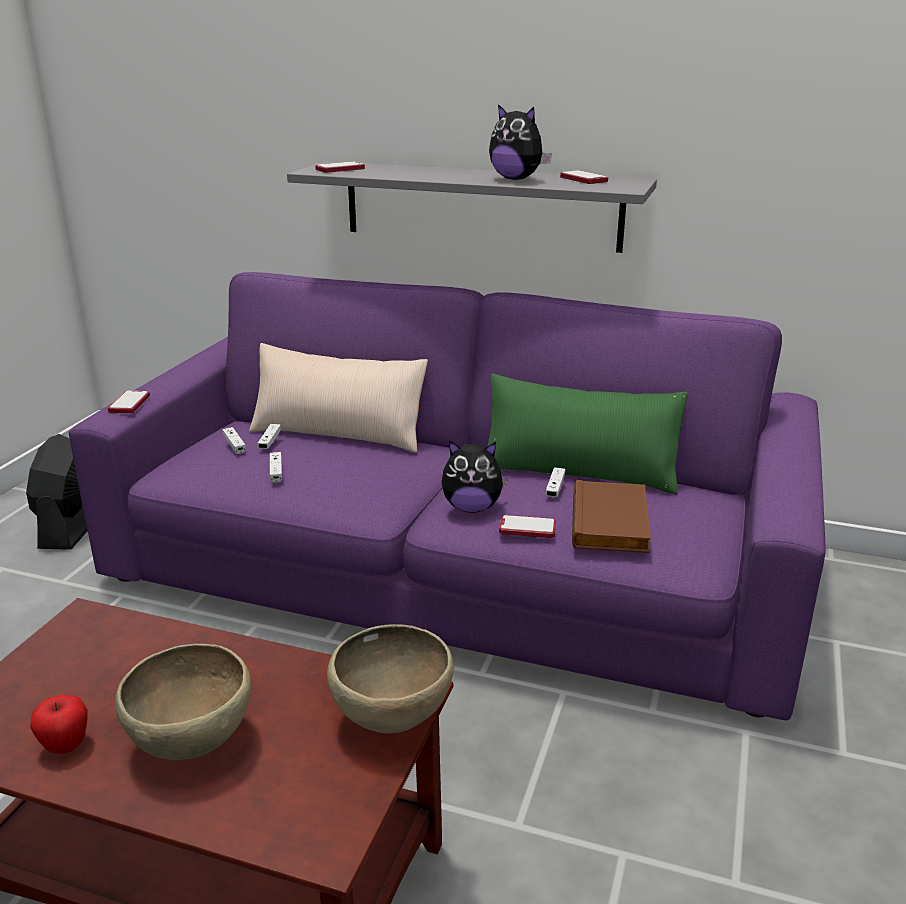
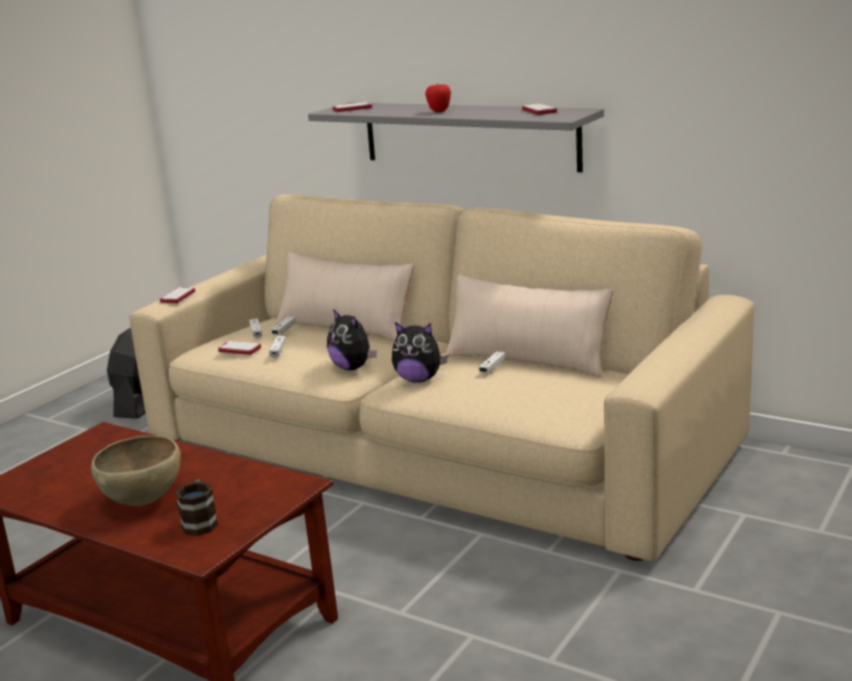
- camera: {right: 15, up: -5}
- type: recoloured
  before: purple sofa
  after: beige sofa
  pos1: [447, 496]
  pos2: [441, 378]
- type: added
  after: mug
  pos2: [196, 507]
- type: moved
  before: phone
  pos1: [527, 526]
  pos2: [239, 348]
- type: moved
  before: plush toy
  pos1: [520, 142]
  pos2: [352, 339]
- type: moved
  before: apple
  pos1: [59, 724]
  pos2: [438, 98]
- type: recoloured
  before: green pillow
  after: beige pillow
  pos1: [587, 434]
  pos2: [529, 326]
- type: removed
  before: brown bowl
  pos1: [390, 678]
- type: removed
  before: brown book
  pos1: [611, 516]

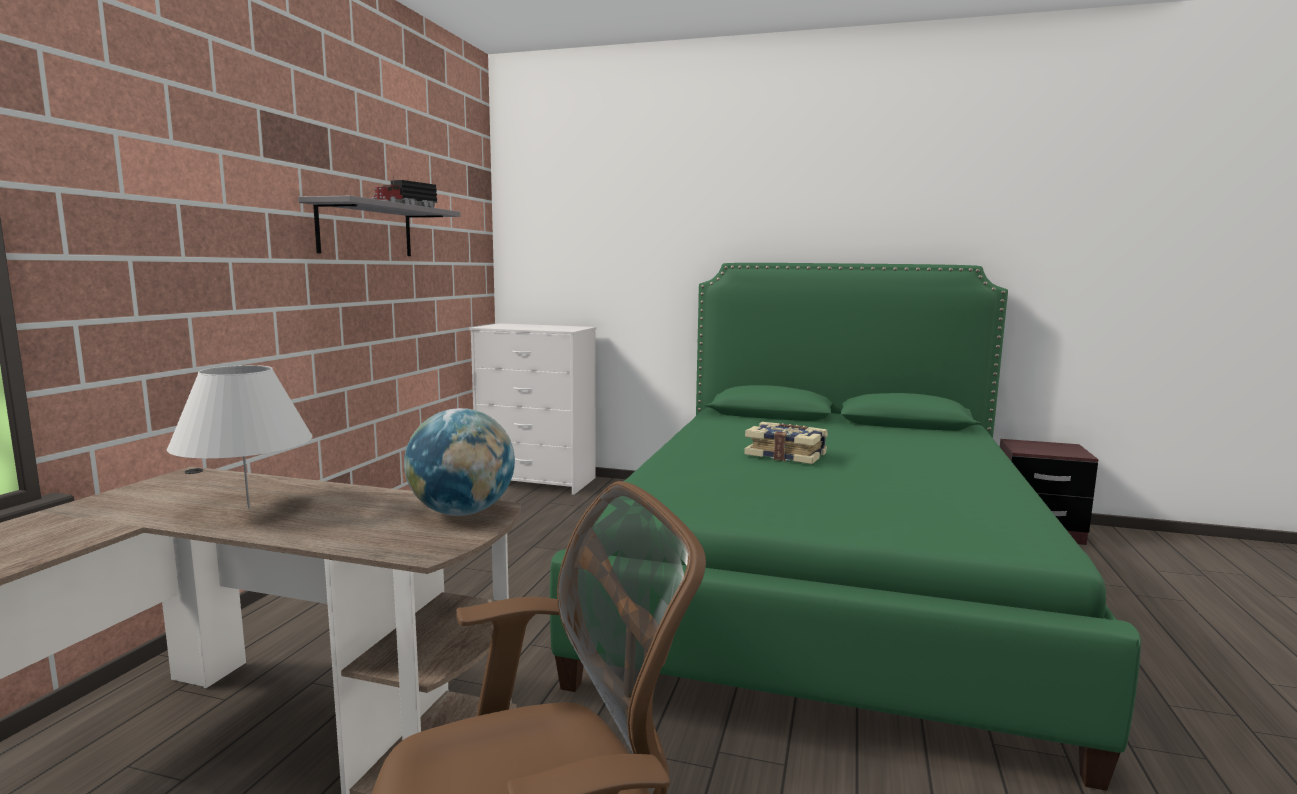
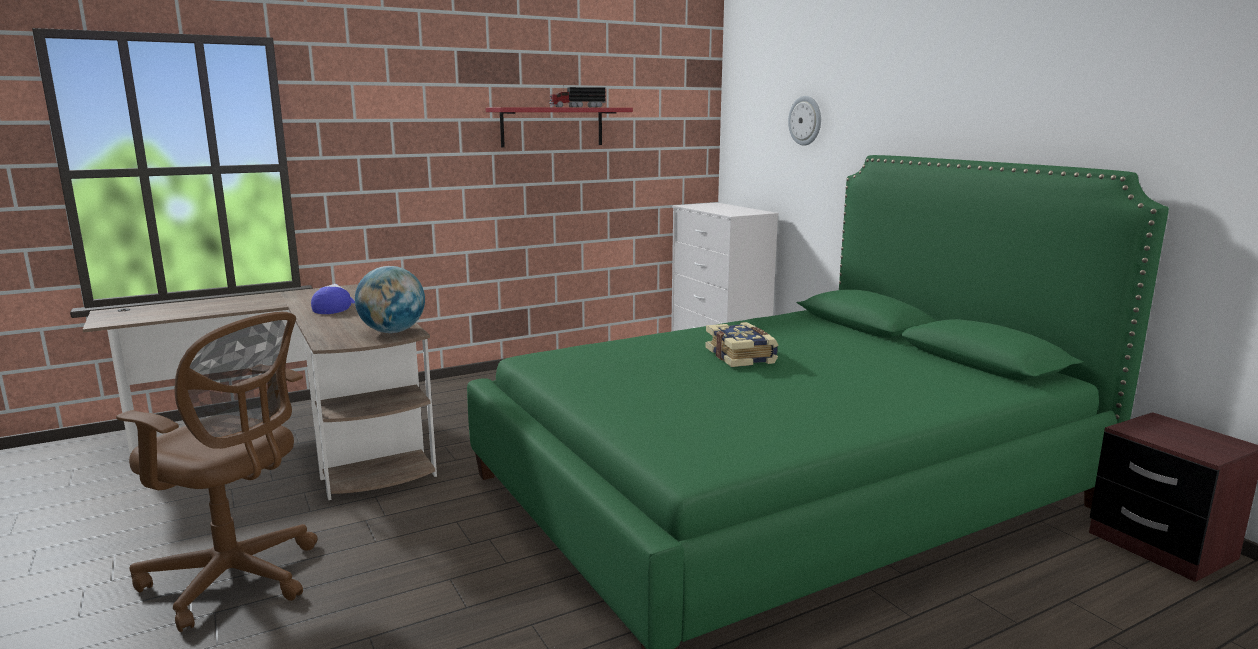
- camera: {right: 45, up: 5}
- type: replaced
  before: white table lamp
  after: cap
  pos1: [239, 436]
  pos2: [333, 299]
- type: recoloured
  before: grey shelf
  after: red shelf
  pos1: [379, 226]
  pos2: [559, 127]
- type: added
  after: wall clock
  pos2: [804, 121]

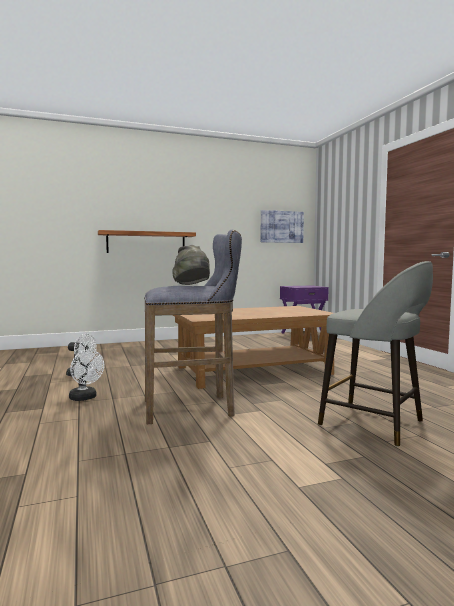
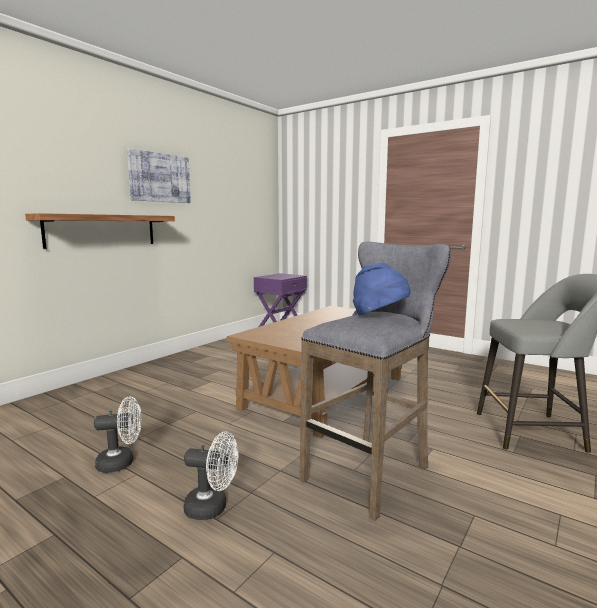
- camera: {right: -35, up: 5}
- type: moved
  before: picture
  pos1: [282, 226]
  pos2: [159, 175]
- type: recoloured
  before: grey hat
  after: blue hat
  pos1: [191, 265]
  pos2: [382, 289]

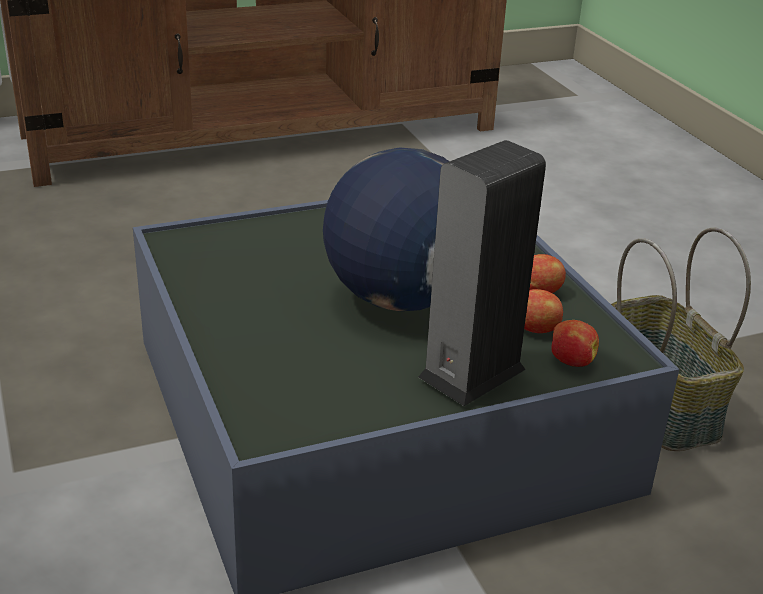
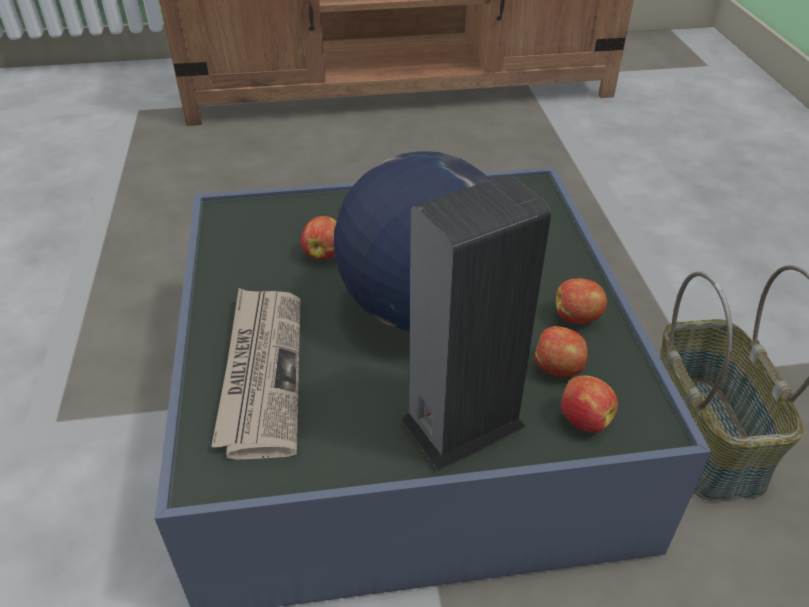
- camera: {right: 15, up: 10}
- type: added
  after: newspaper
  pos2: [256, 374]
- type: added
  after: apple
  pos2: [319, 238]

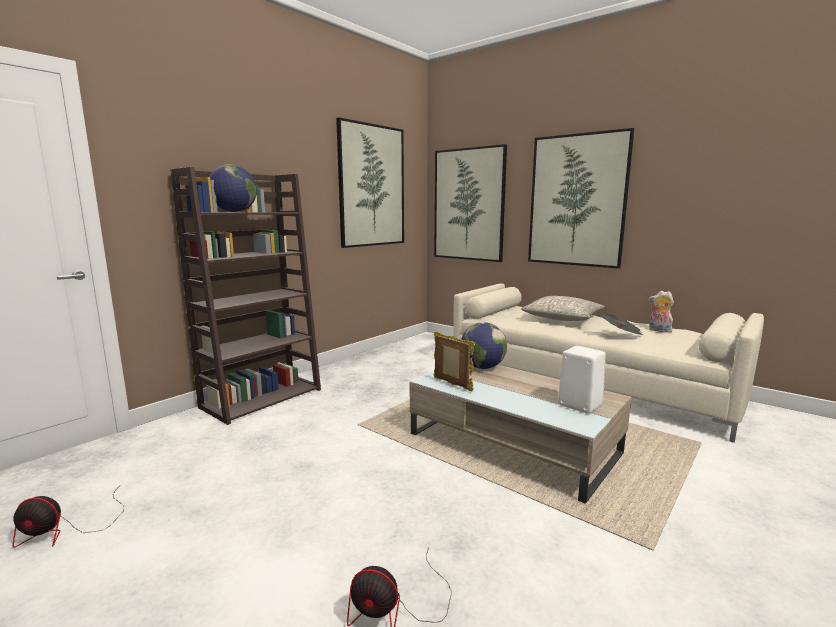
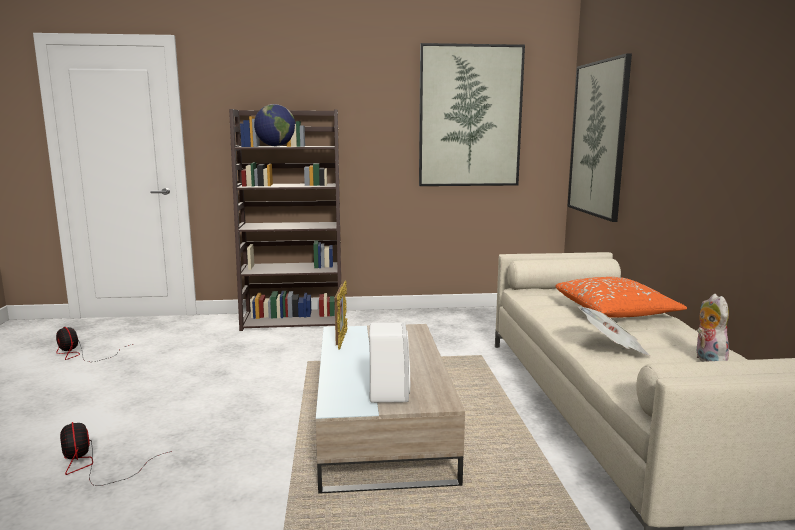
- camera: {right: 45, up: 0}
- type: recoloured
  before: grey pillow
  after: orange pillow
  pos1: [563, 308]
  pos2: [621, 297]
- type: removed
  before: globe
  pos1: [484, 345]
- type: removed
  before: picture
  pos1: [581, 198]

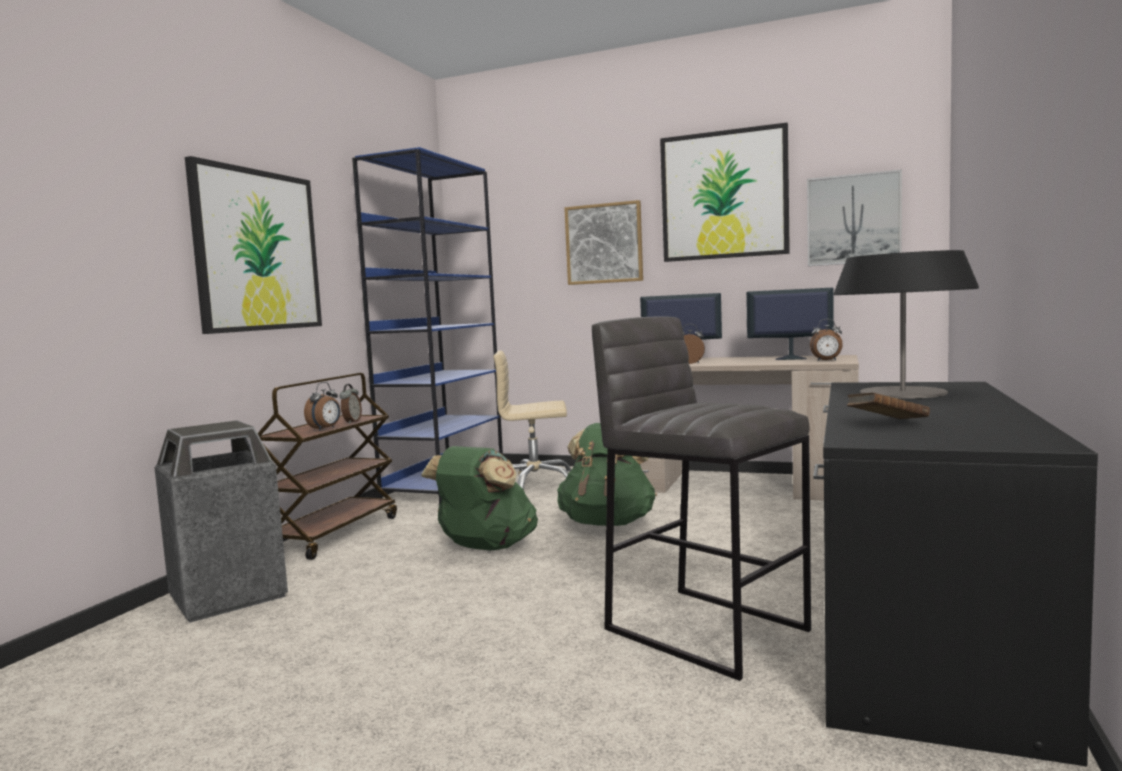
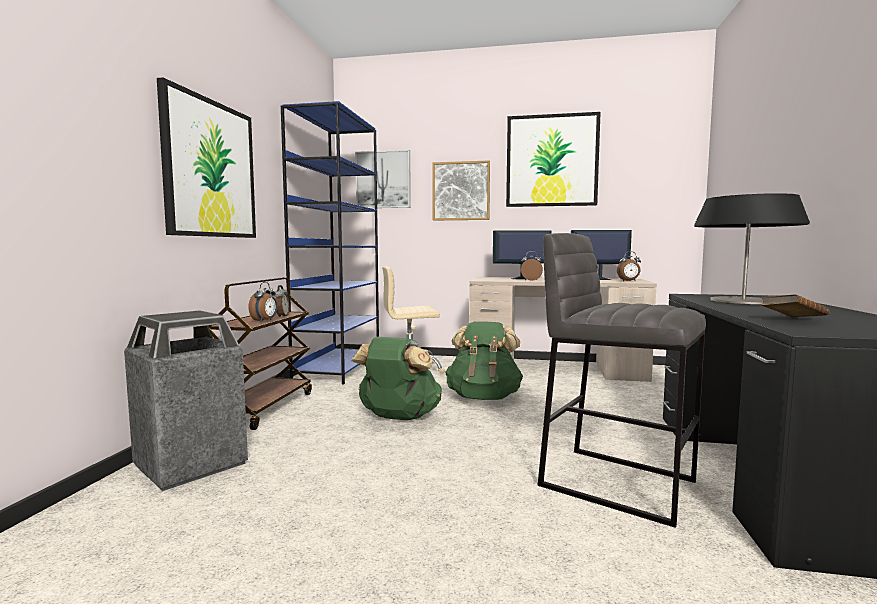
- camera: {right: -10, up: 0}
- type: moved
  before: picture
  pos1: [854, 217]
  pos2: [383, 179]

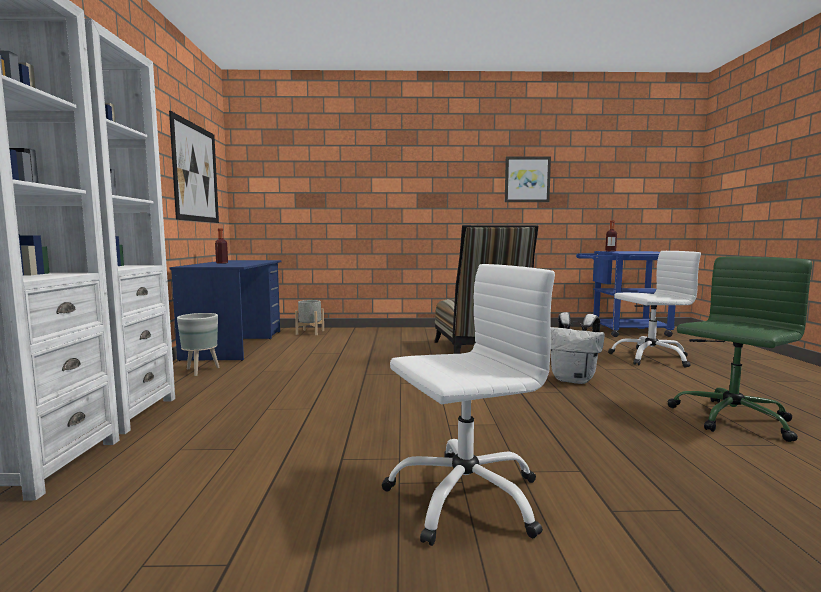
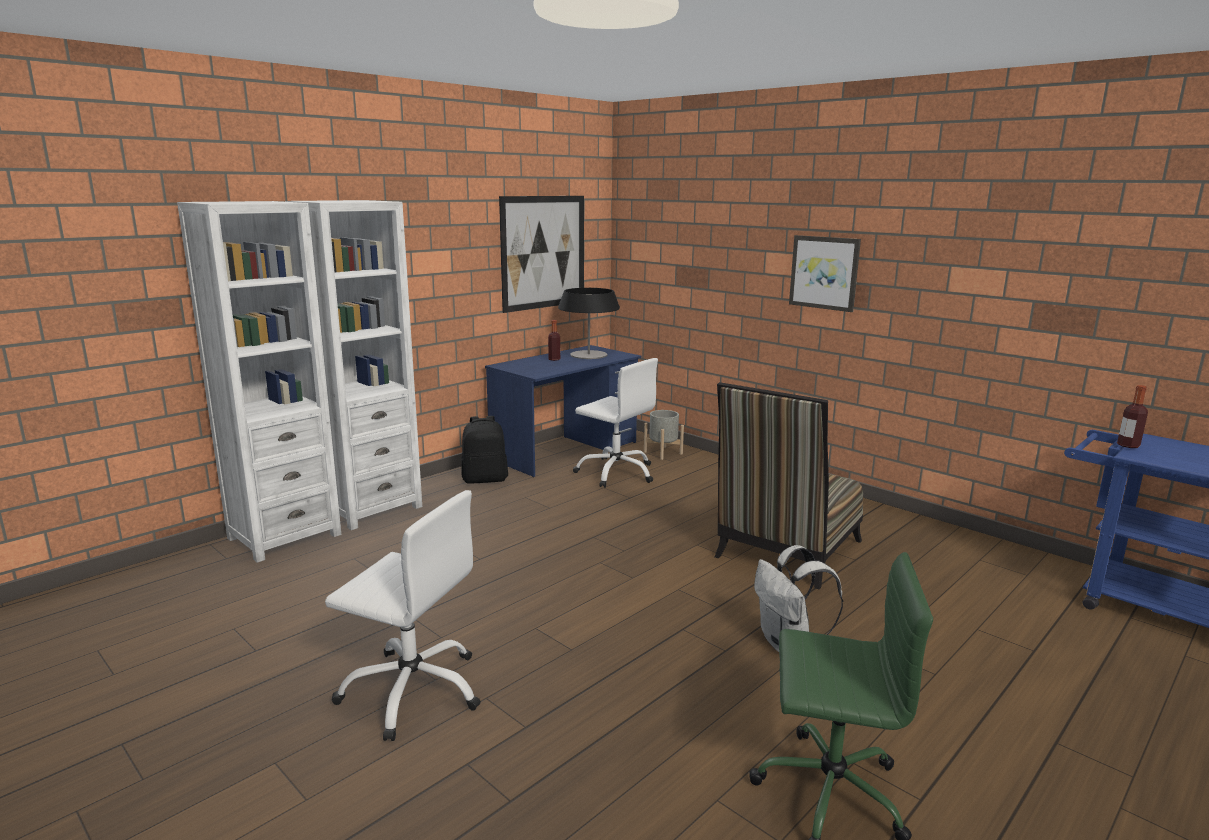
- camera: {right: 45, up: 10}
- type: replaced
  before: grey planter
  after: black backpack
  pos1: [198, 344]
  pos2: [484, 450]
- type: added
  after: table lamp
  pos2: [589, 323]
- type: moved
  before: white office chair
  pos1: [654, 309]
  pos2: [615, 423]
- type: moved
  before: picture
  pos1: [528, 179]
  pos2: [825, 273]

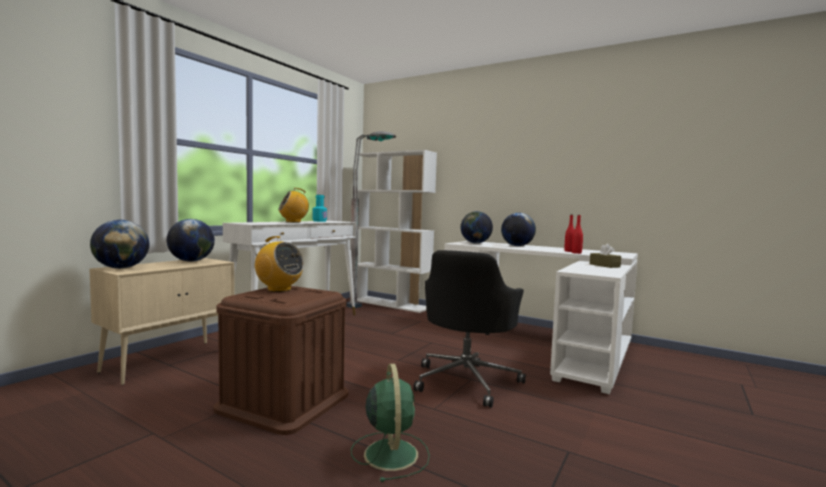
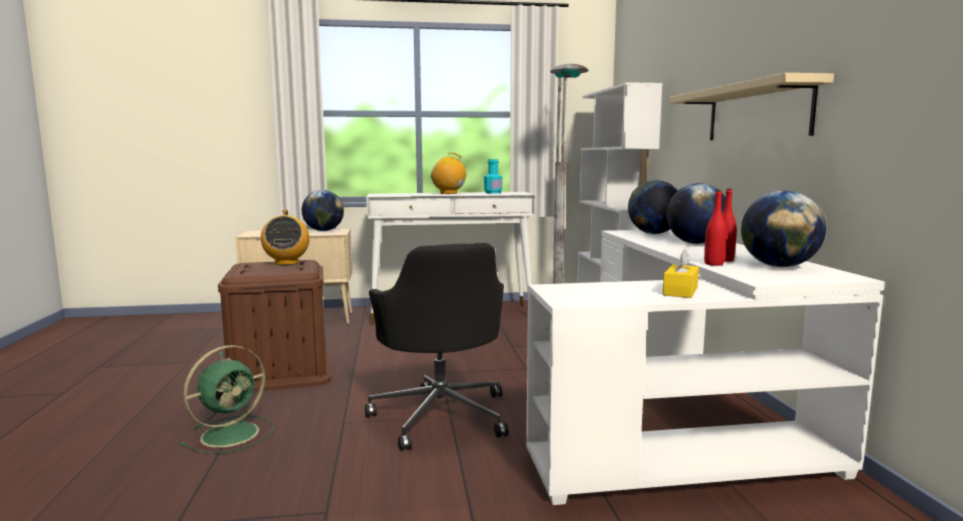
- camera: {right: 50, up: 5}
- type: turned
  before: black office chair
  pos1: [469, 329]
  pos2: [437, 347]
  turn: -90
- type: recoloured
  before: brown tissue box
  after: yellow tissue box
  pos1: [605, 256]
  pos2: [681, 273]
- type: added
  after: beige shelf
  pos2: [751, 106]
- type: moved
  before: globe
  pos1: [119, 244]
  pos2: [783, 229]

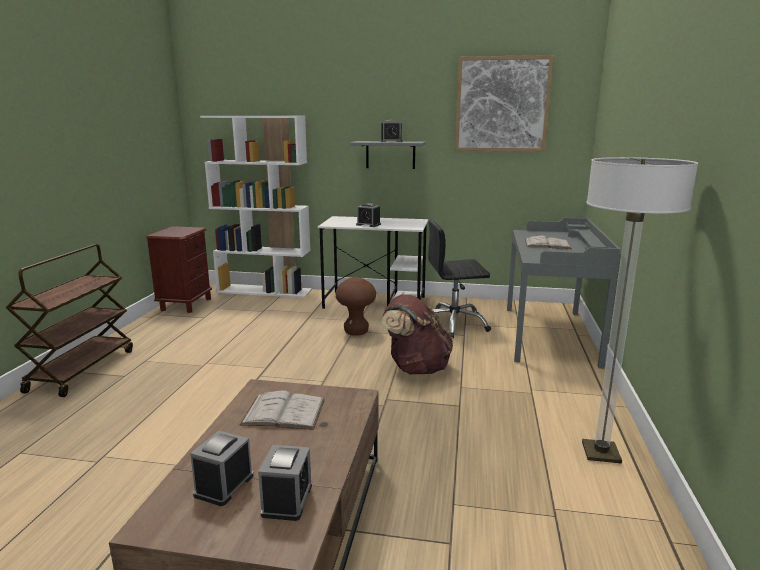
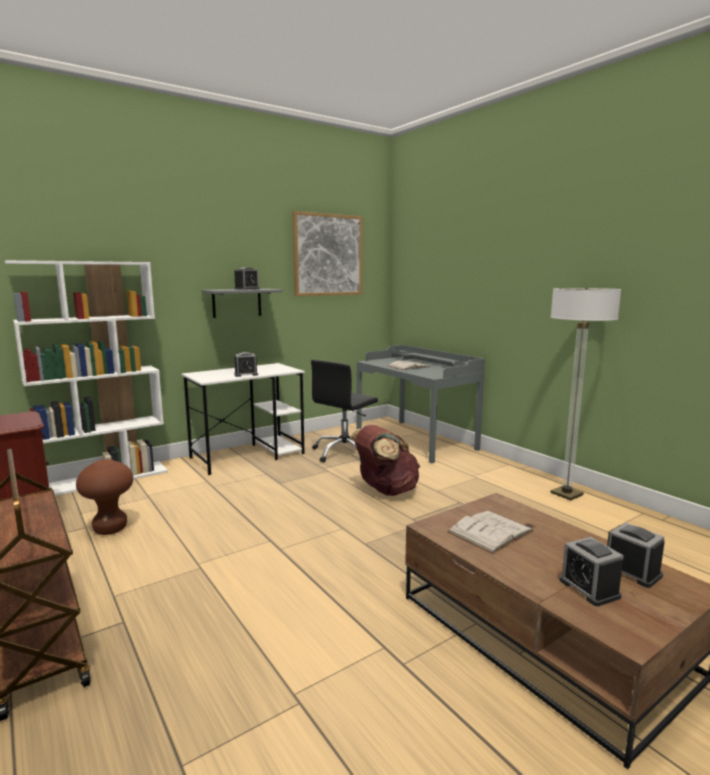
- camera: {right: -45, up: -5}
- type: moved
  before: brown stool
  pos1: [356, 306]
  pos2: [104, 497]

